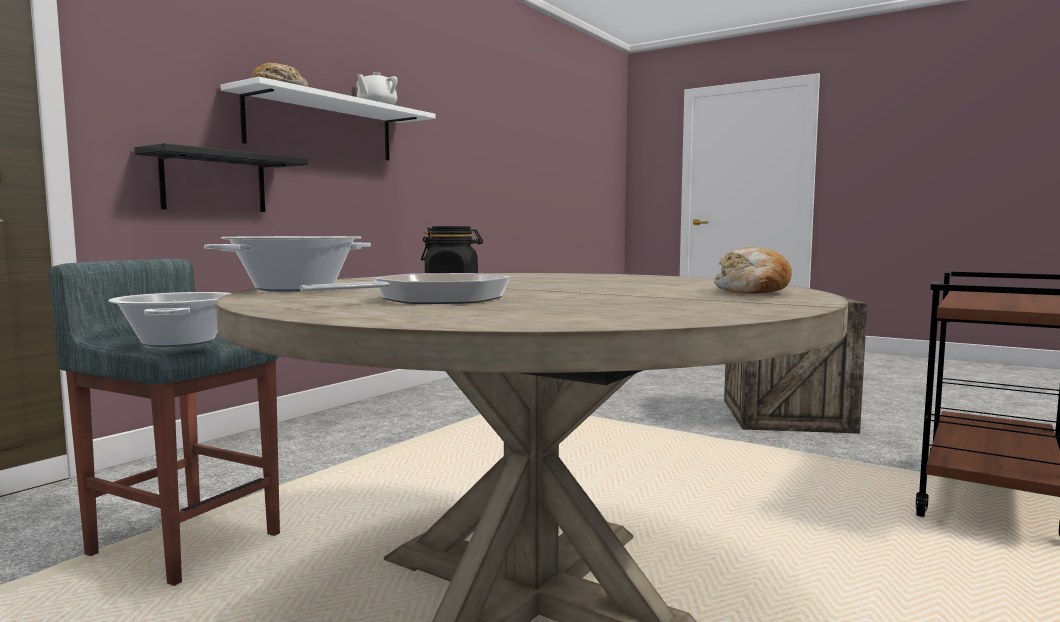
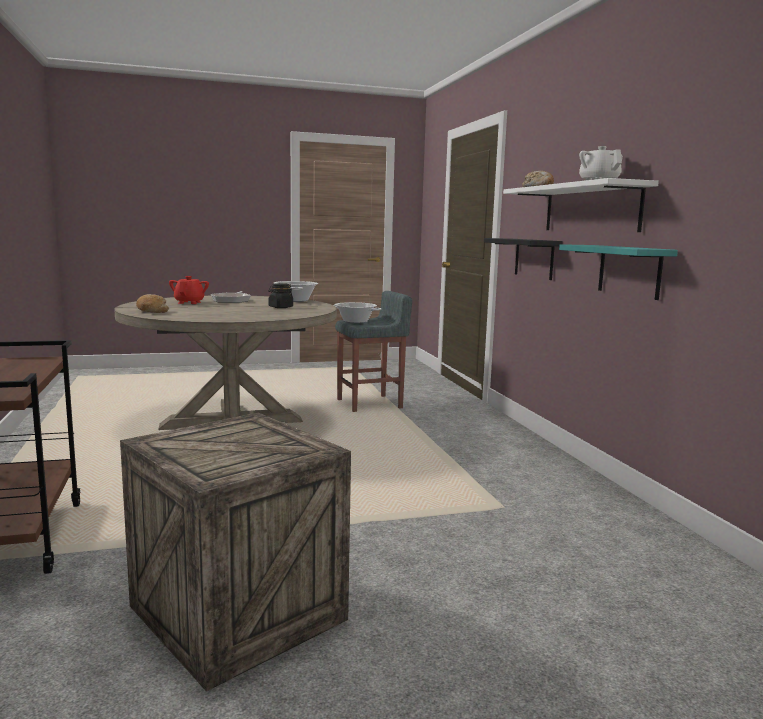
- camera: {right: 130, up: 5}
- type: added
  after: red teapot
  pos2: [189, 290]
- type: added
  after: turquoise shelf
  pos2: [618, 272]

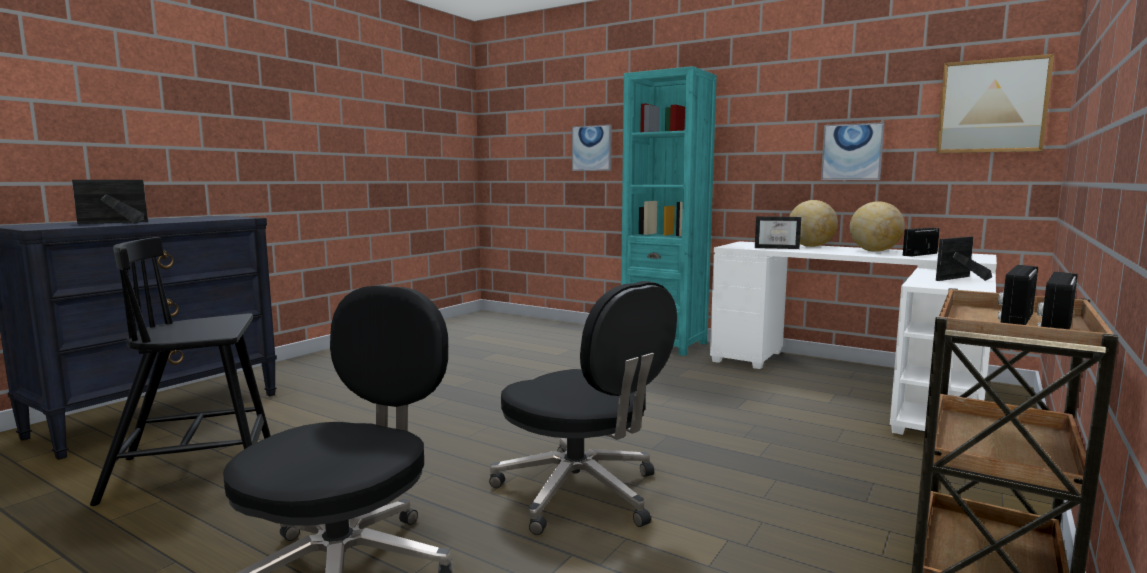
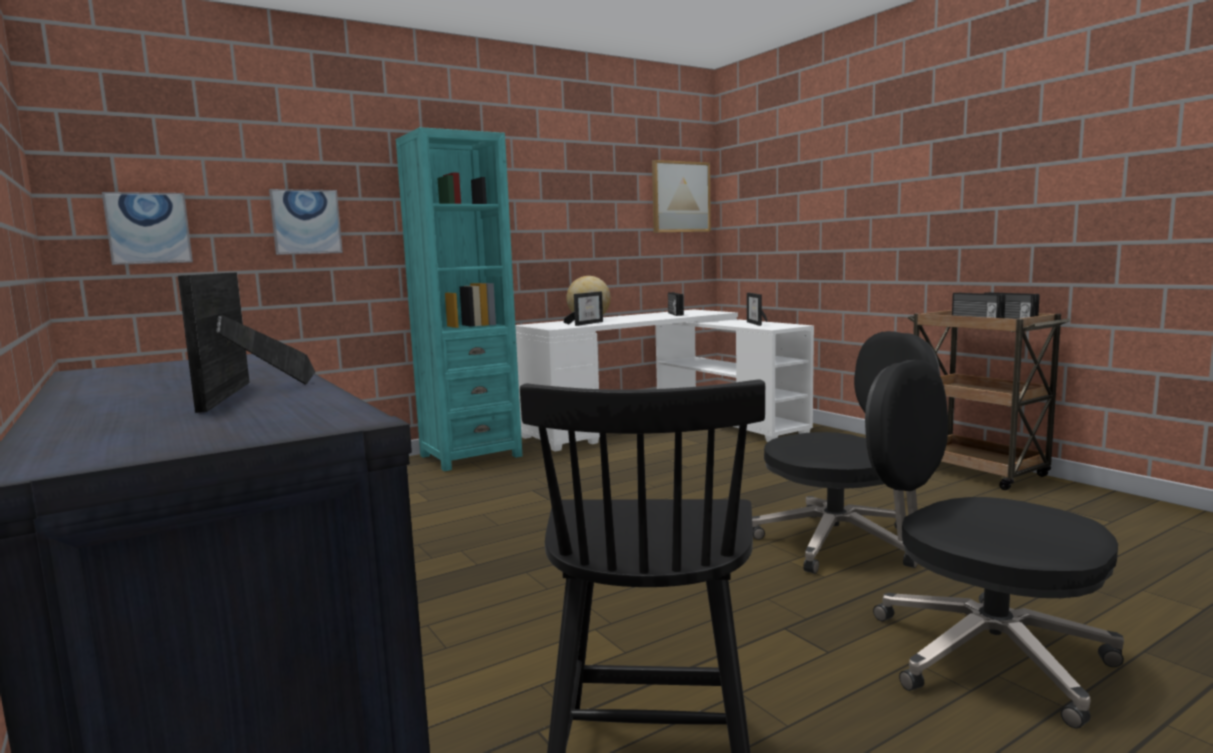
- camera: {right: -65, up: 0}
- type: moved
  before: picture
  pos1: [853, 151]
  pos2: [147, 228]
- type: removed
  before: globe
  pos1: [877, 226]

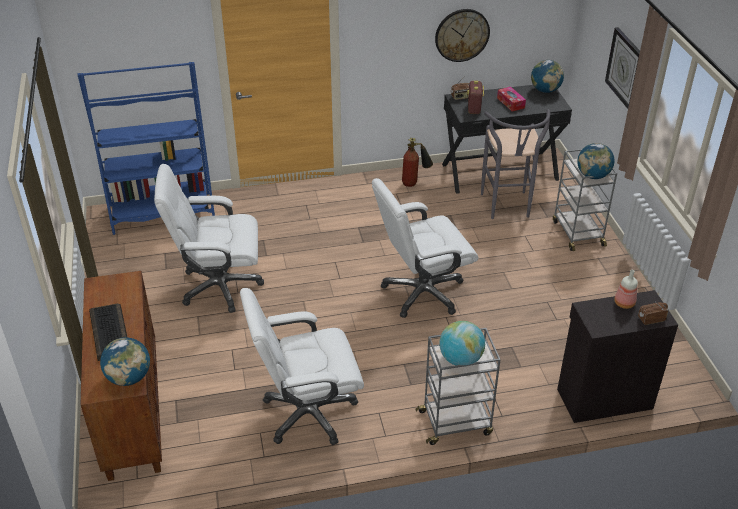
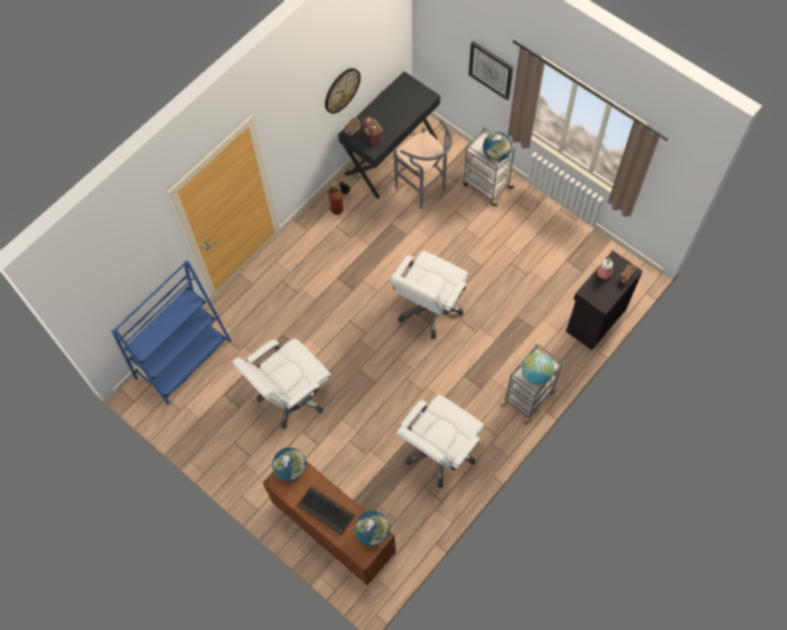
- camera: {right: -35, up: 25}
- type: moved
  before: globe
  pos1: [547, 76]
  pos2: [289, 464]
- type: removed
  before: tissue box
  pos1: [511, 99]

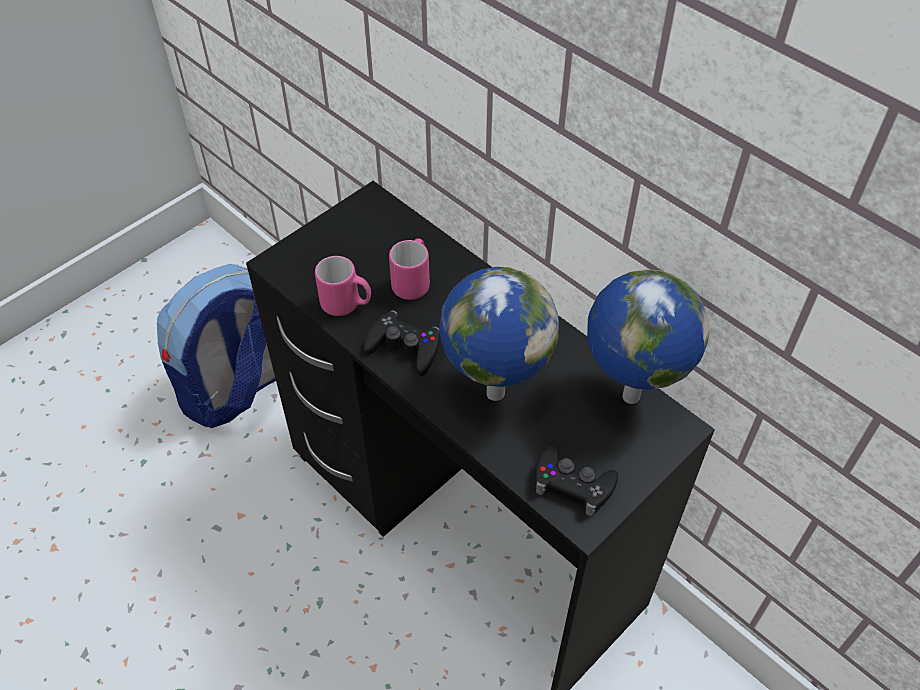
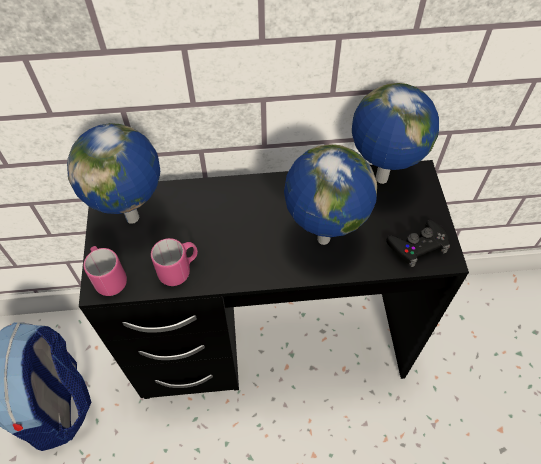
- camera: {right: -50, up: 5}
- type: added
  after: globe
  pos2: [113, 173]
- type: moved
  before: pink mug
  pos1: [409, 269]
  pos2: [105, 271]
- type: removed
  before: black game controller
  pos1: [402, 343]

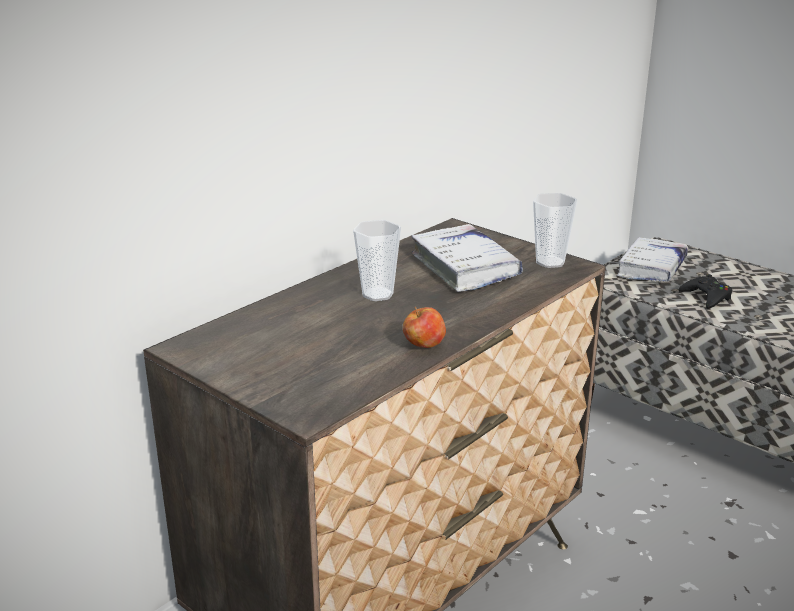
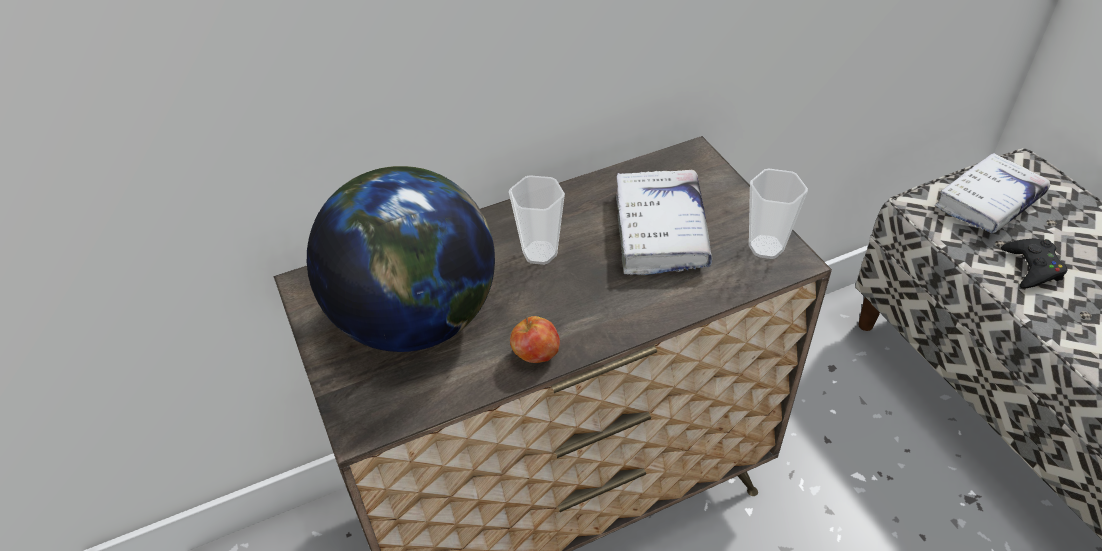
- camera: {right: 25, up: 20}
- type: added
  after: globe
  pos2: [401, 259]

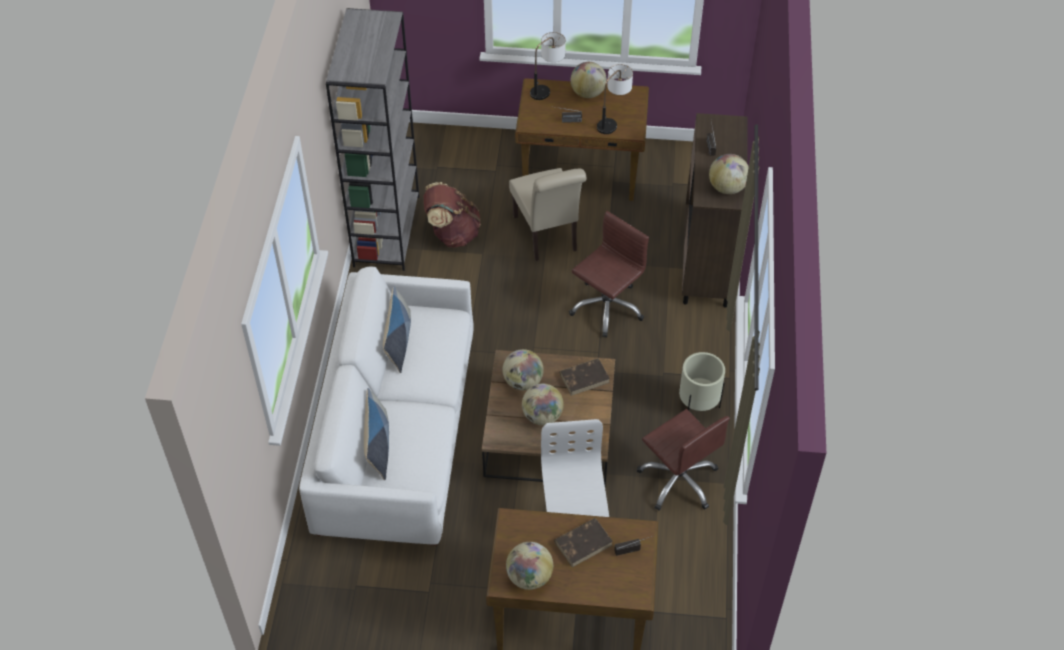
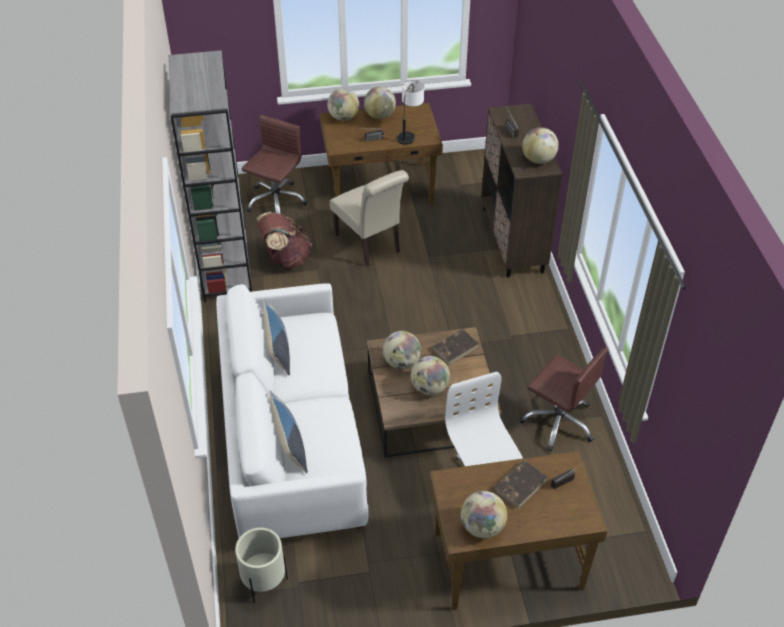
- camera: {right: -15, up: -5}
- type: moved
  before: beige planter
  pos1: [702, 381]
  pos2: [261, 565]
- type: moved
  before: brown office chair
  pos1: [609, 274]
  pos2: [275, 164]
- type: replaced
  before: table lamp
  after: globe
  pos1: [548, 66]
  pos2: [343, 104]

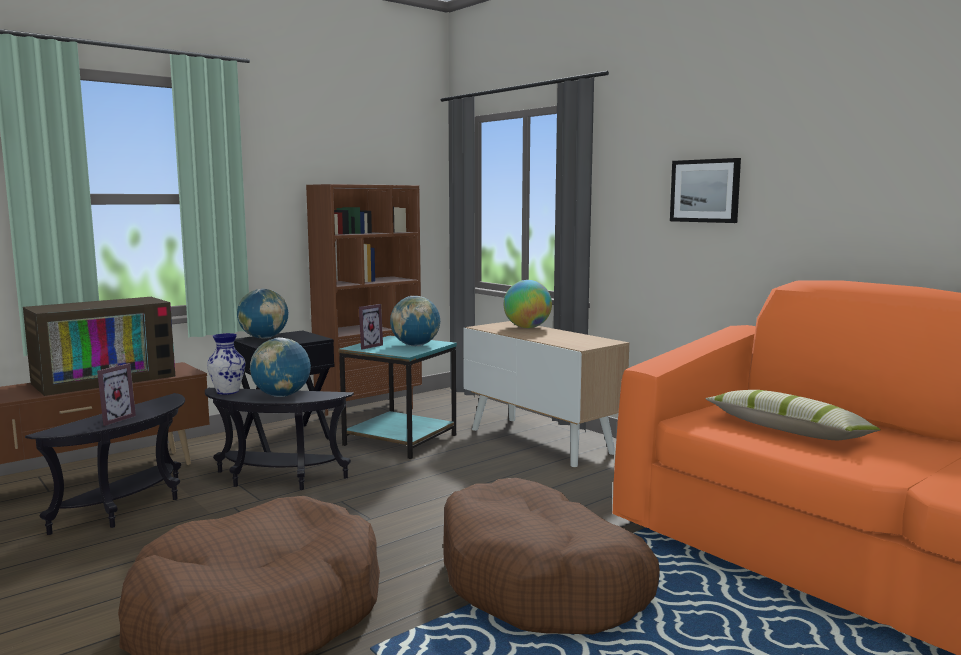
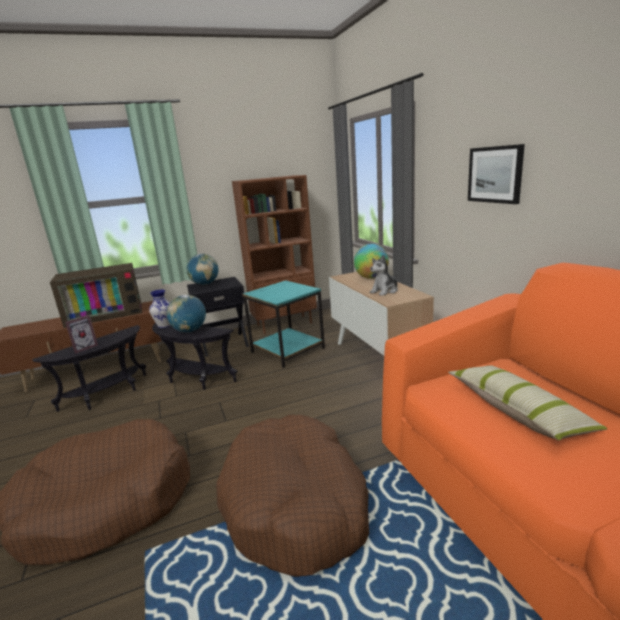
- camera: {right: 20, up: 10}
- type: added
  after: plush toy
  pos2: [384, 275]
- type: removed
  before: picture frame
  pos1: [371, 327]
- type: removed
  before: globe
  pos1: [415, 321]

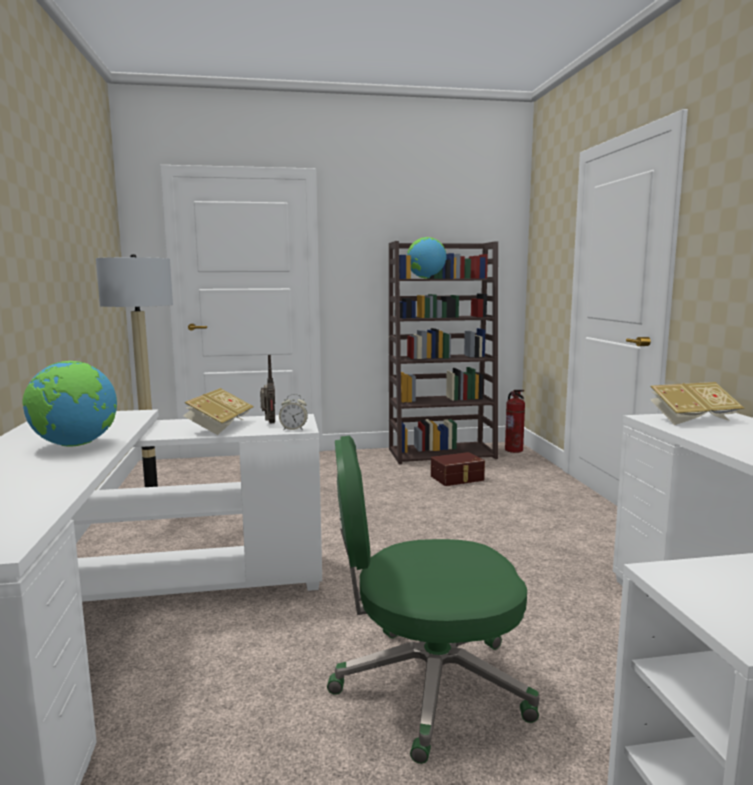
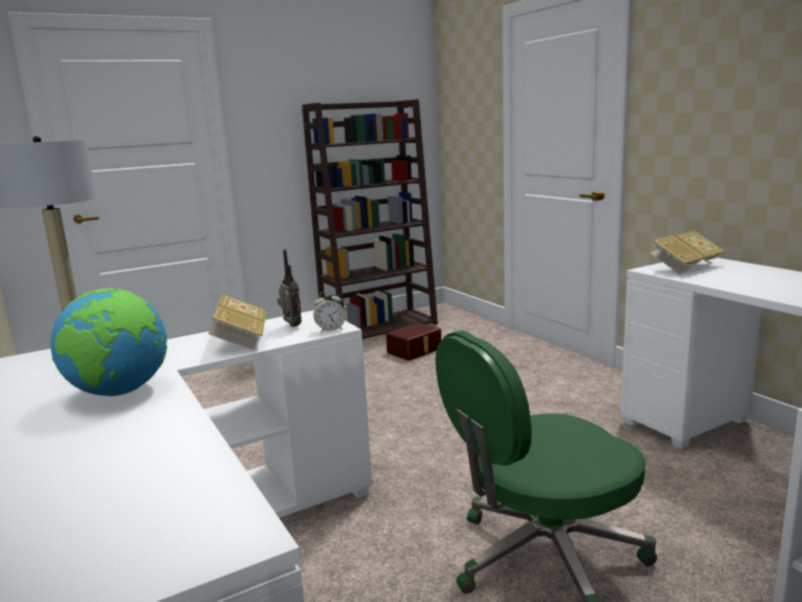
- camera: {right: -20, up: 5}
- type: removed
  before: globe
  pos1: [427, 258]
- type: removed
  before: fire extinguisher
  pos1: [515, 421]

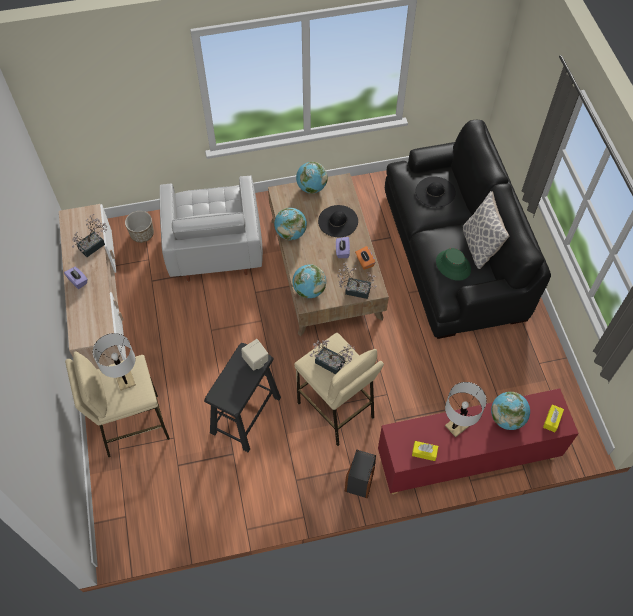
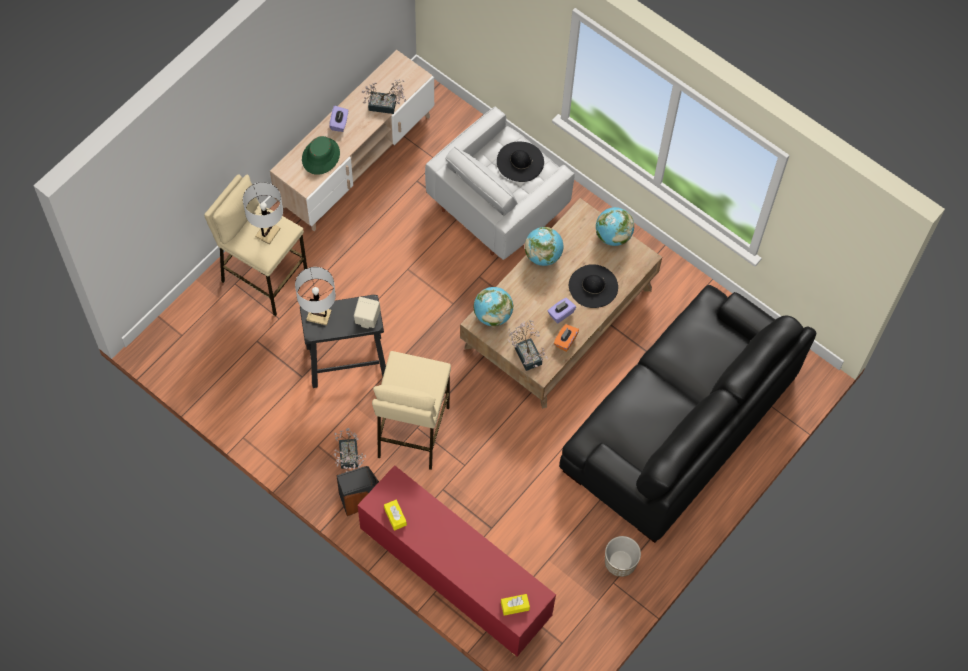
- camera: {right: 50, up: 5}
- type: moved
  before: white table lamp
  pos1: [466, 409]
  pos2: [315, 296]
- type: moved
  before: green hat
  pos1: [453, 264]
  pos2: [321, 155]
- type: moved
  before: potted plant
  pos1: [332, 357]
  pos2: [350, 450]
- type: moved
  before: black hat
  pos1: [435, 192]
  pos2: [520, 162]
- type: moved
  before: planter
  pos1: [139, 227]
  pos2: [623, 556]
- type: removed
  before: pillow
  pos1: [486, 230]
- type: removed
  before: globe
  pos1: [510, 411]

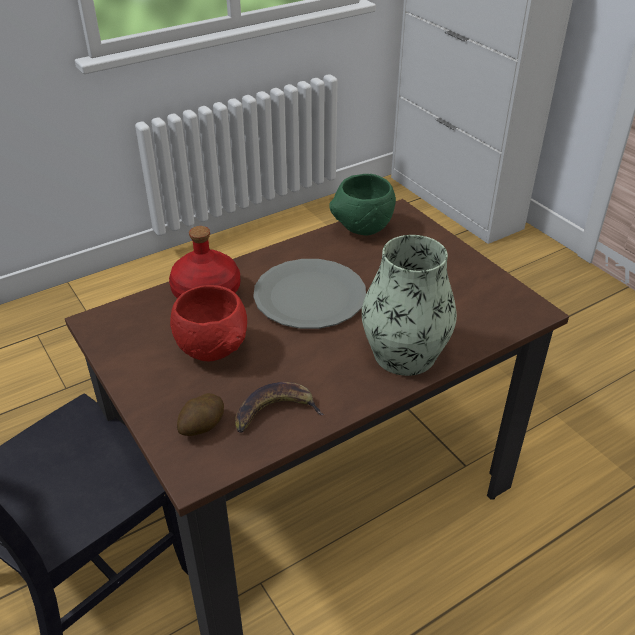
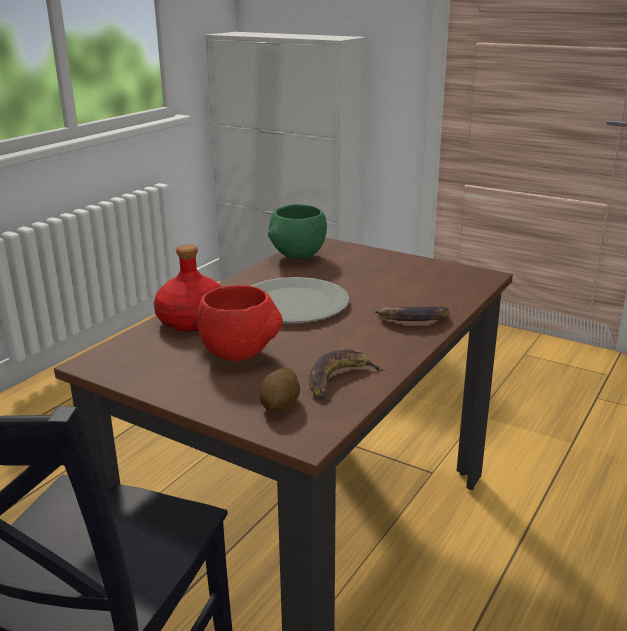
- camera: {right: -25, up: -15}
- type: replaced
  before: vase
  after: banana
  pos1: [409, 305]
  pos2: [412, 313]

